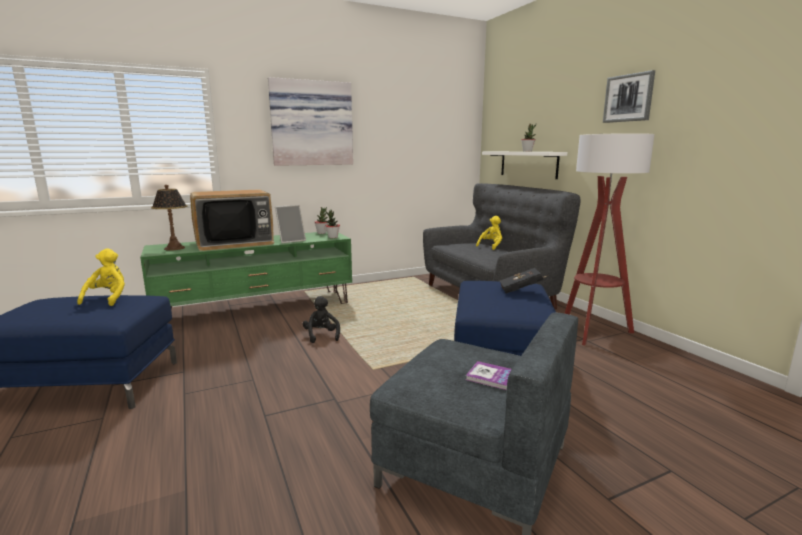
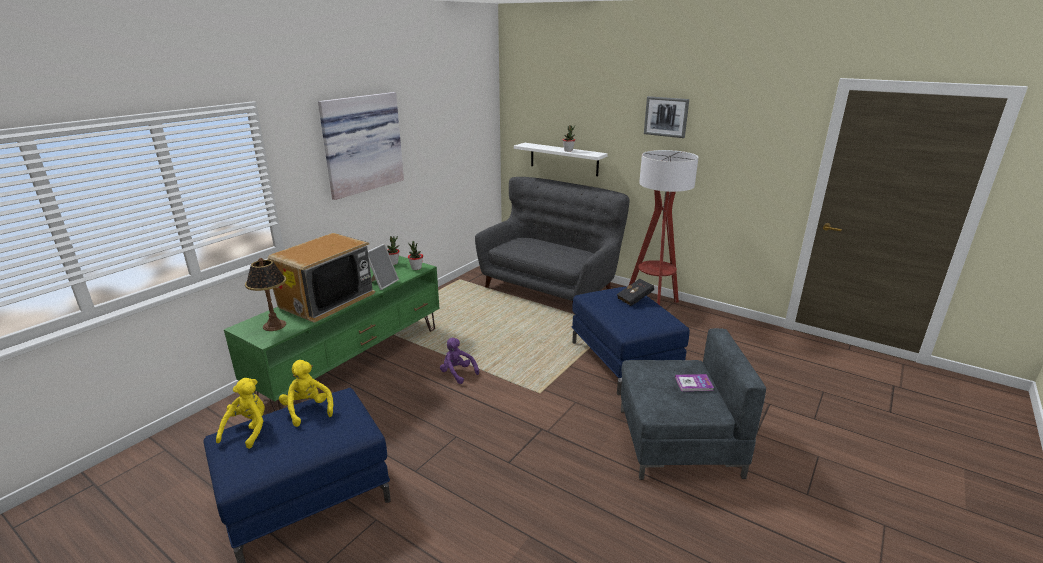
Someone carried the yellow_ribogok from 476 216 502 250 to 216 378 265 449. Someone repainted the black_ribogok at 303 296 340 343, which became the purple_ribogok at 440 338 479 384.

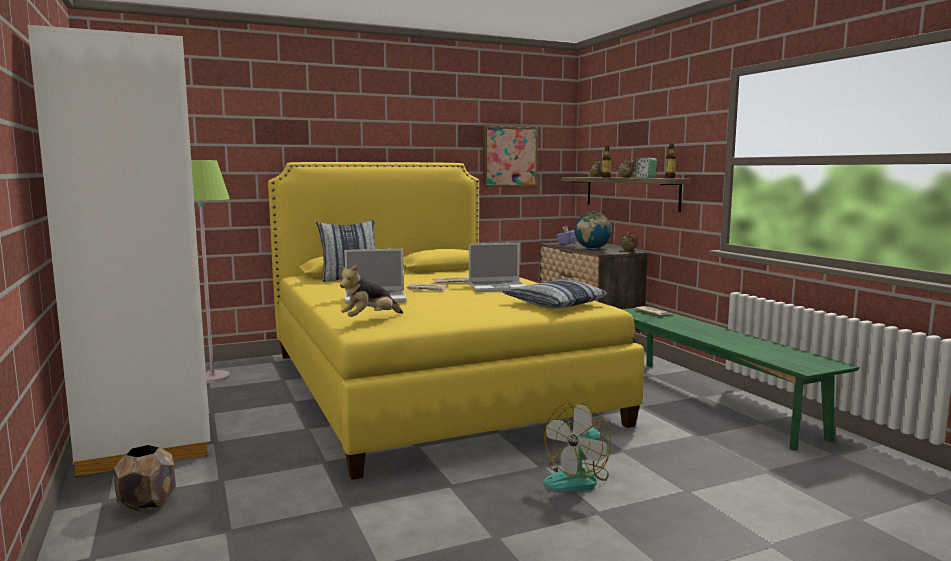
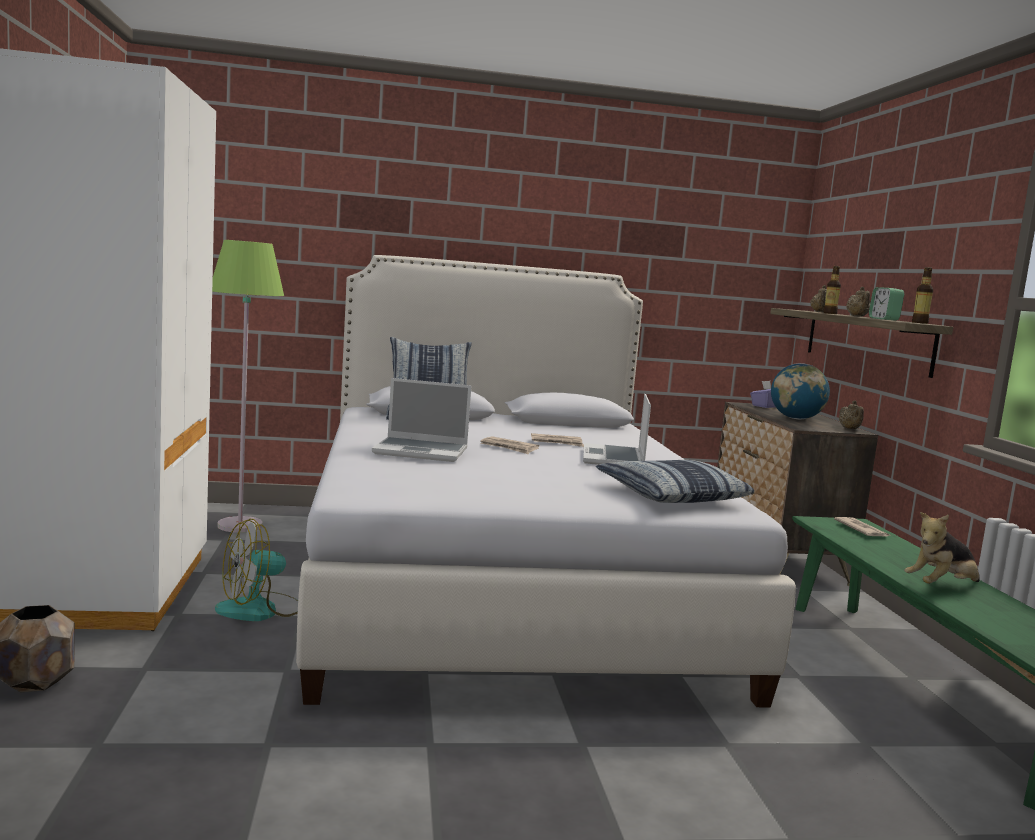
Someone carried the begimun from 543 402 611 492 to 215 519 298 621. Someone repainted the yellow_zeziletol at 268 162 644 480, which became the white_zeziletol at 296 255 796 707. Someone rotated the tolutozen at 469 243 526 292 by 90 degrees clockwise. Someone carried the ribogok from 339 265 403 317 to 904 512 980 584. Someone took away the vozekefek at 483 126 538 187.

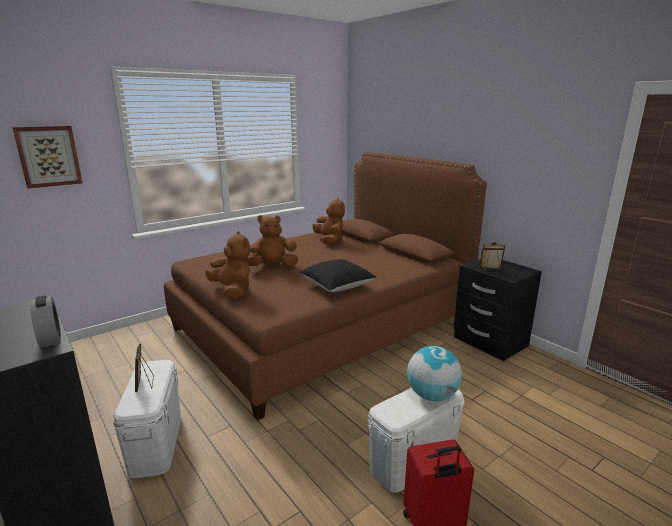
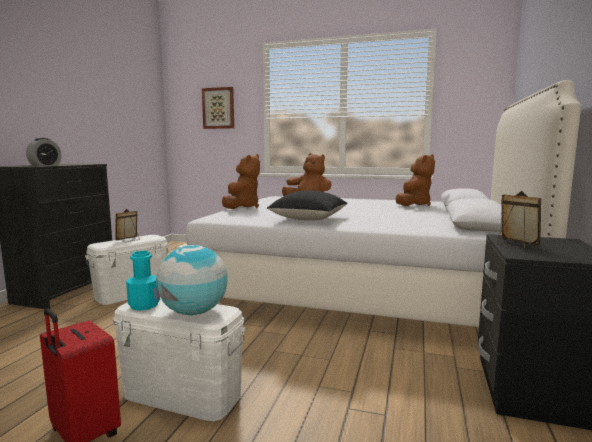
Someone put down the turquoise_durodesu at 126 251 160 310. Someone repainted the brown_zeziletol at 164 152 487 420, which became the white_zeziletol at 175 80 581 327.

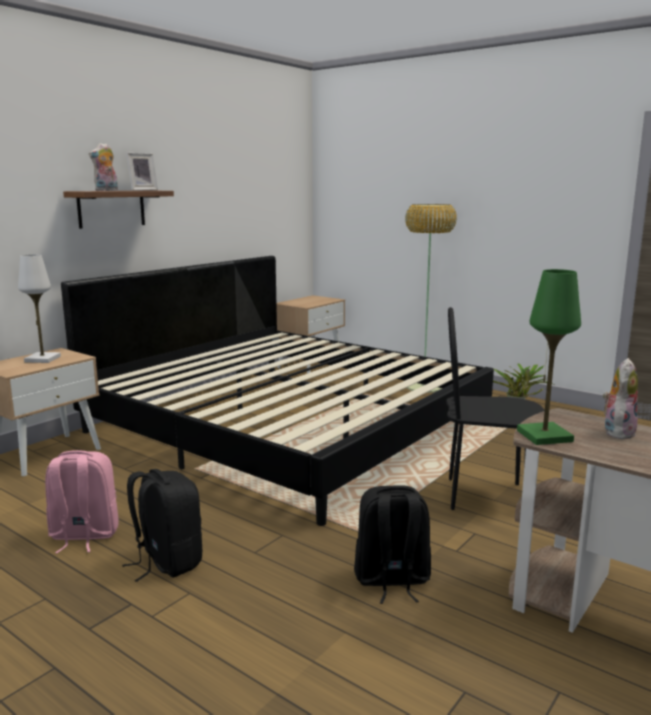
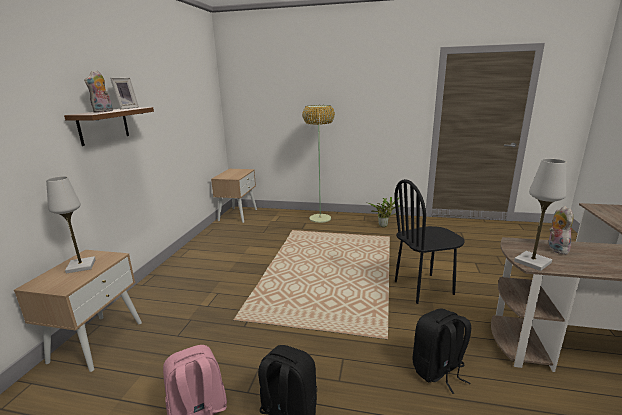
Someone repainted the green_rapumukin at 517 269 581 445, which became the white_rapumukin at 514 159 567 271. Someone took away the zeziletol at 61 256 494 526.

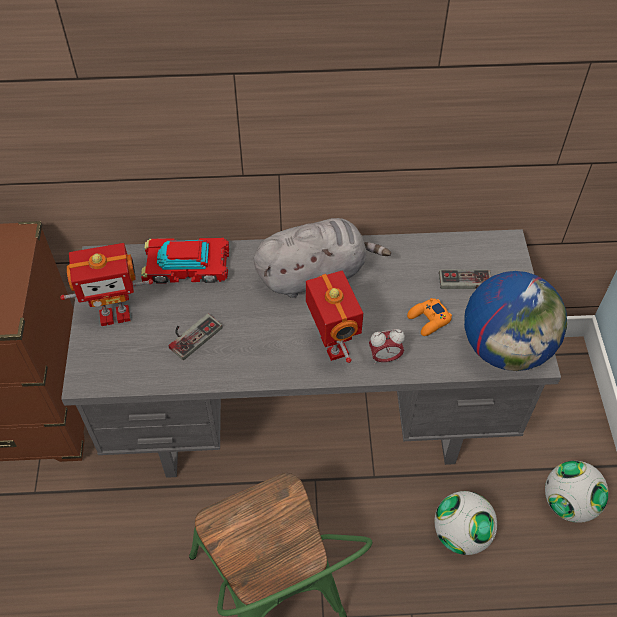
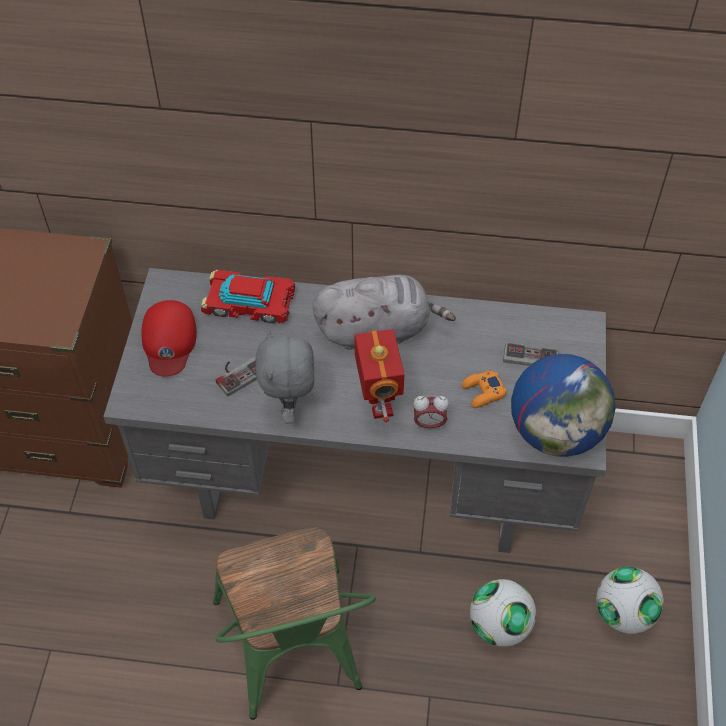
Someone swapped the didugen at 60 243 153 326 for the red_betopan at 141 300 197 377. Someone put down the grey_ribogok at 255 330 315 424.

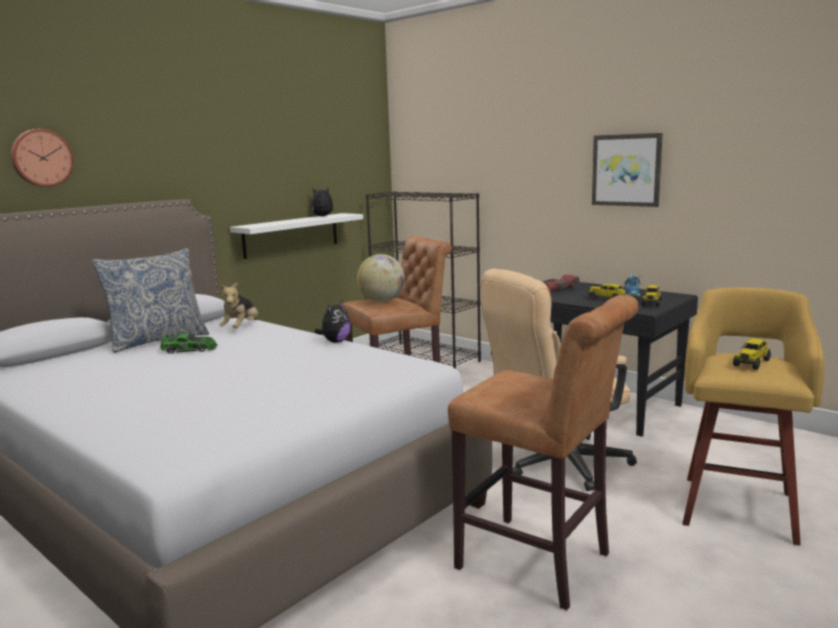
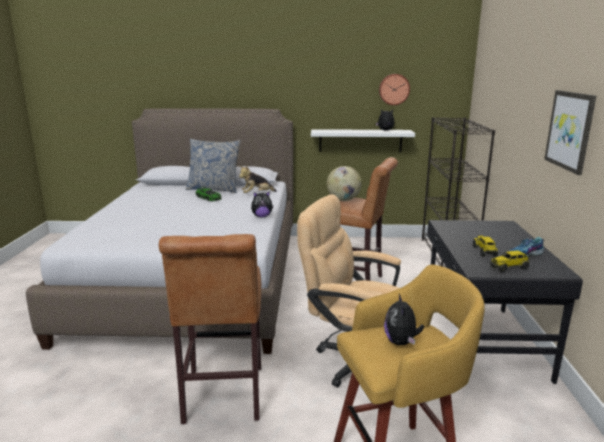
Someone carried the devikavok from 11 129 74 187 to 379 74 410 105. Someone swapped the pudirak at 733 338 771 370 for the ribogok at 384 294 424 345. Someone took away the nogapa at 545 275 580 291.

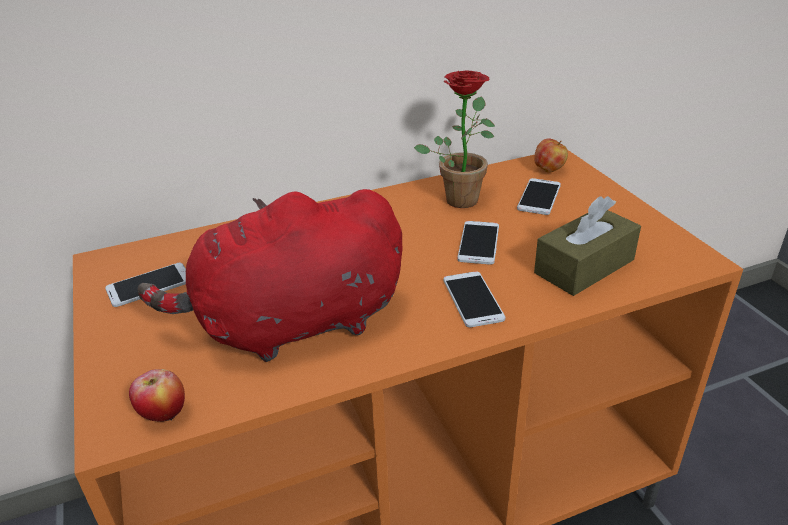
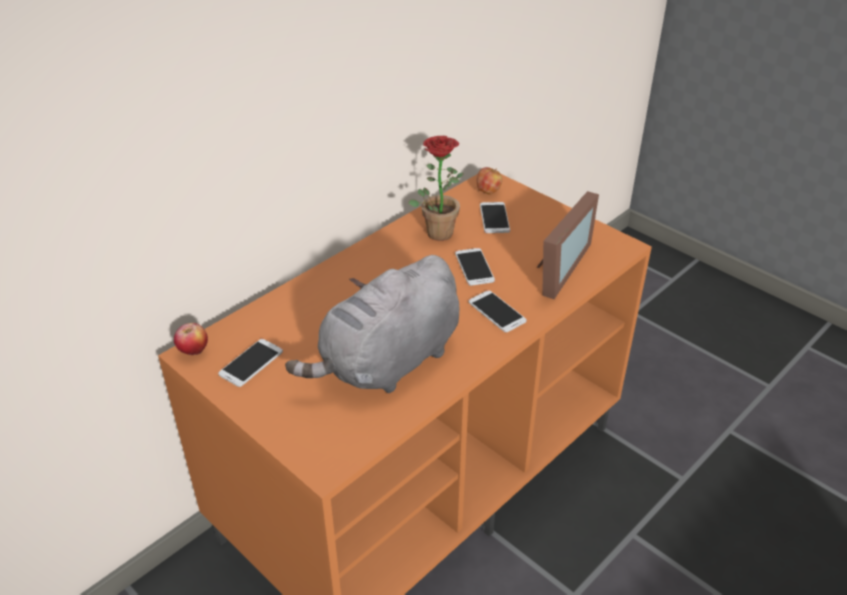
Someone carried the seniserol from 129 369 185 422 to 174 323 208 355. Someone repainted the red_ribogok at 137 189 402 362, which became the grey_ribogok at 285 255 459 393. Someone swapped the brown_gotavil at 534 196 641 296 for the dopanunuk at 537 191 599 299.

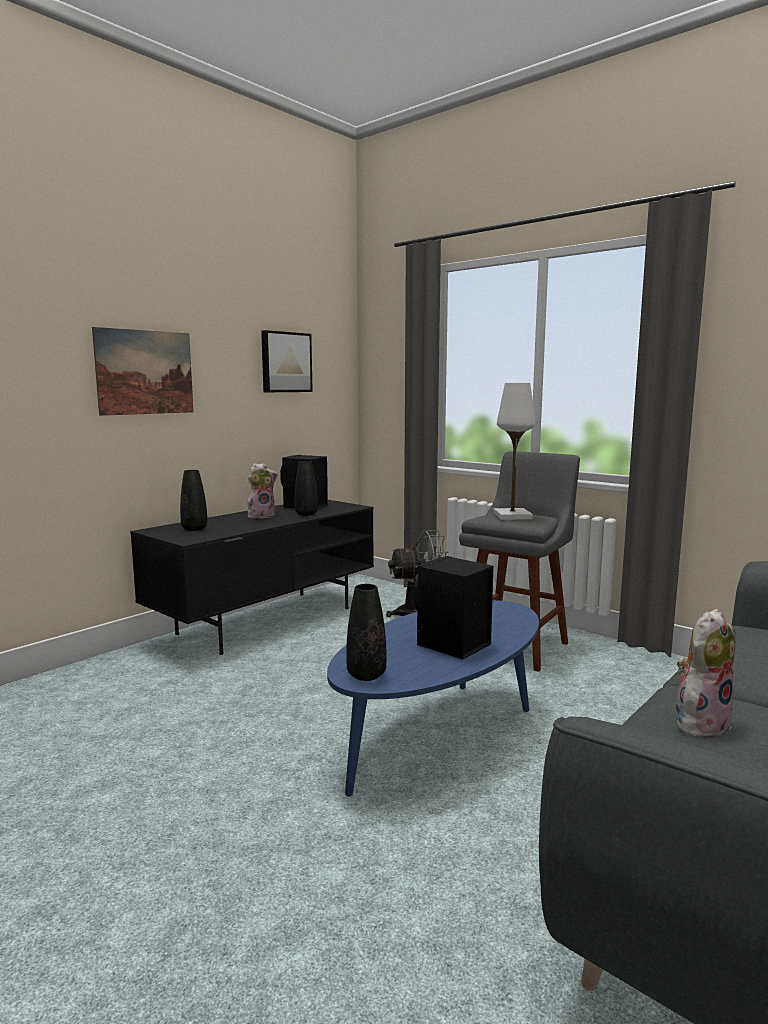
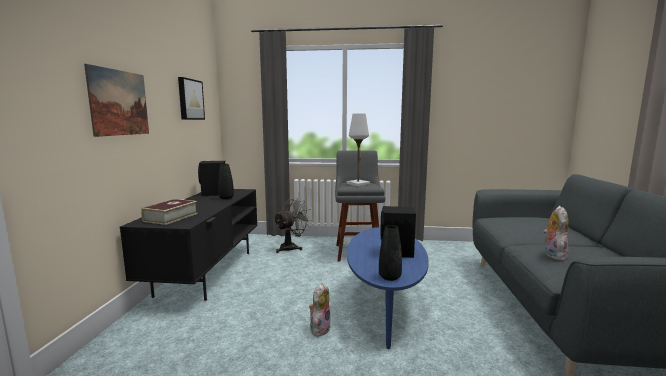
Someone swapped the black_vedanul at 180 470 207 531 for the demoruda at 141 199 198 225. Someone carried the ribogok from 248 463 278 519 to 309 283 331 337.

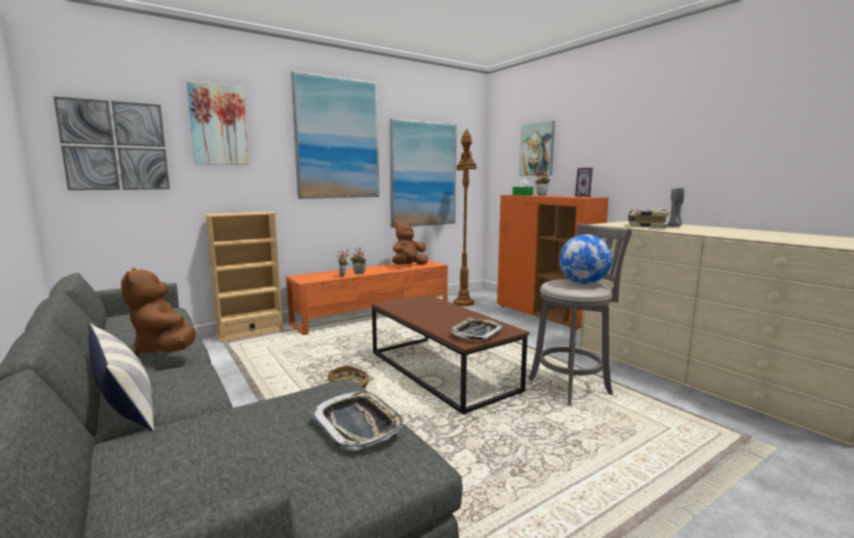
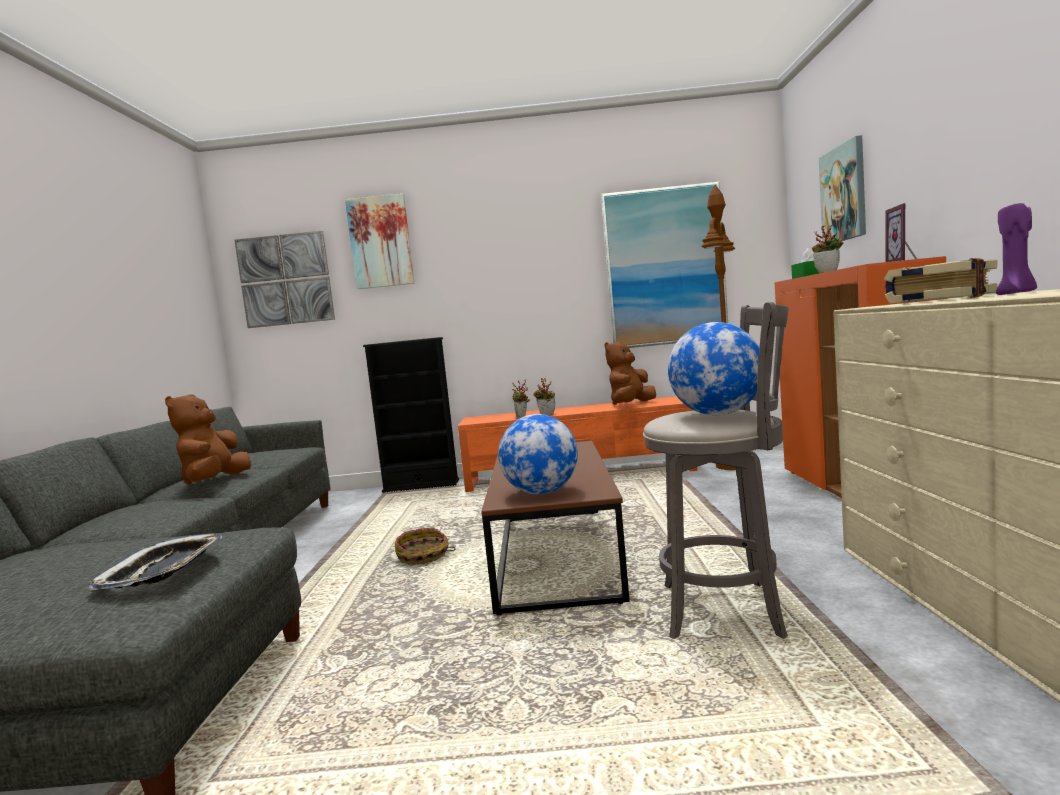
Someone repainted the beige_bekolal at 205 212 284 342, which became the black_bekolal at 363 337 459 493. Someone swapped the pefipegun at 451 318 503 340 for the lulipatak at 498 414 578 494. Someone rotated the brown_ribogok at 392 222 428 265 by 45 degrees counterclockwise. Someone repainted the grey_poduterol at 668 188 684 227, which became the purple_poduterol at 996 203 1037 295. Someone took away the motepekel at 89 323 154 431. Someone took away the vozekefek at 291 71 380 199.

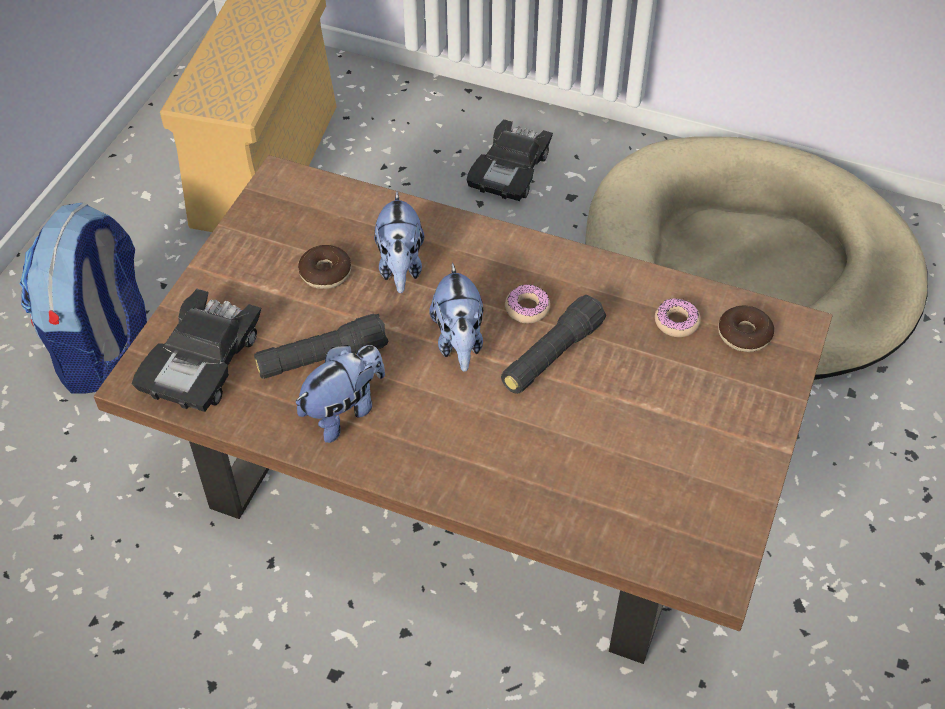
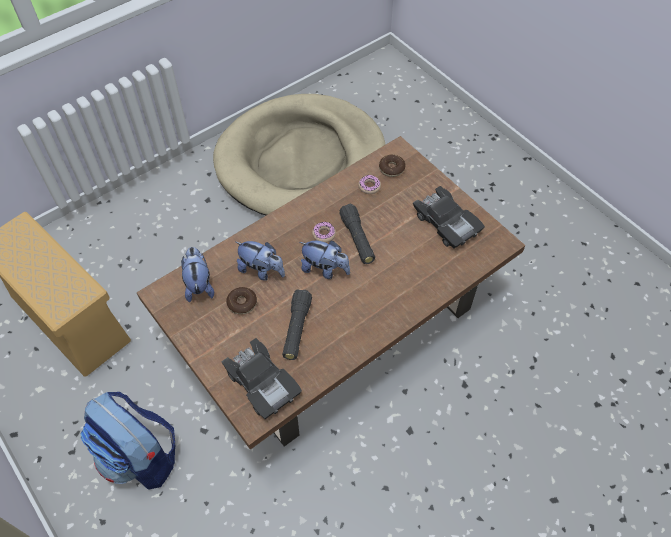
Someone carried the ribogok from 295 345 385 443 to 181 247 214 302. Someone carried the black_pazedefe from 466 119 553 201 to 413 186 485 249.

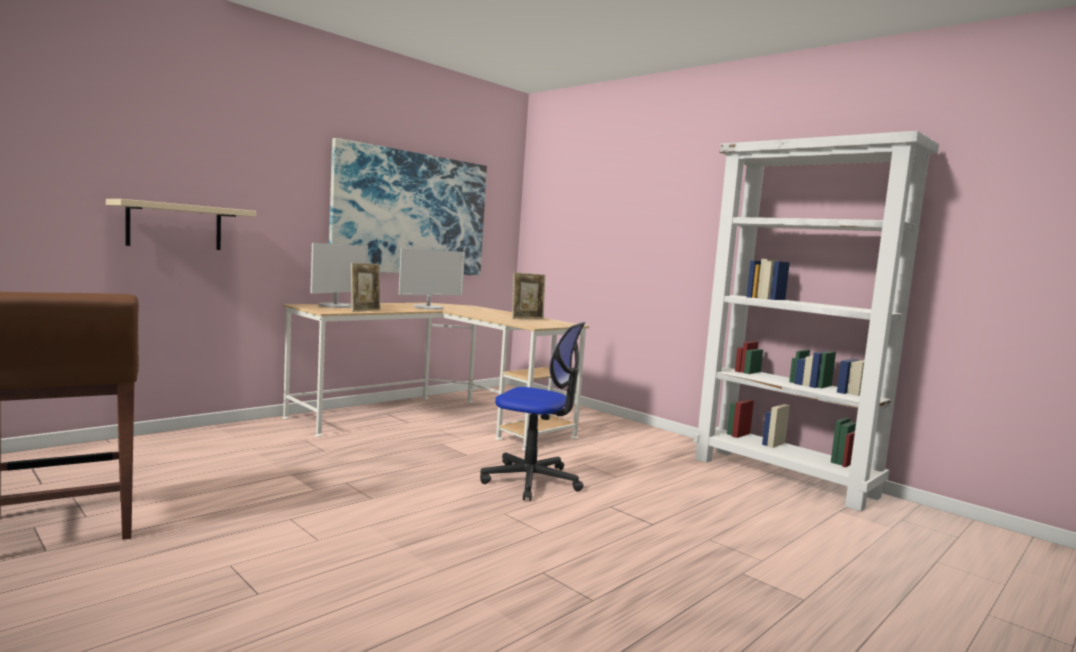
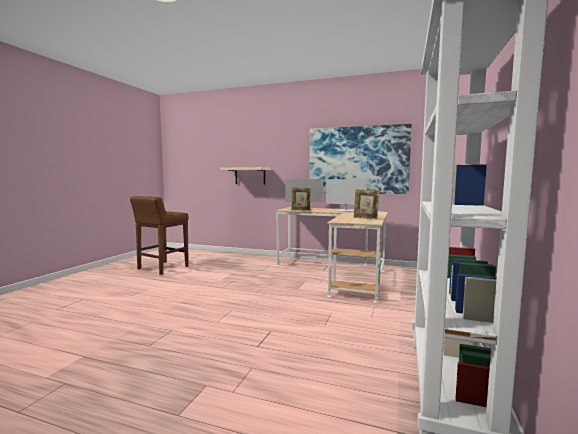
Someone took away the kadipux at 480 322 585 501.

